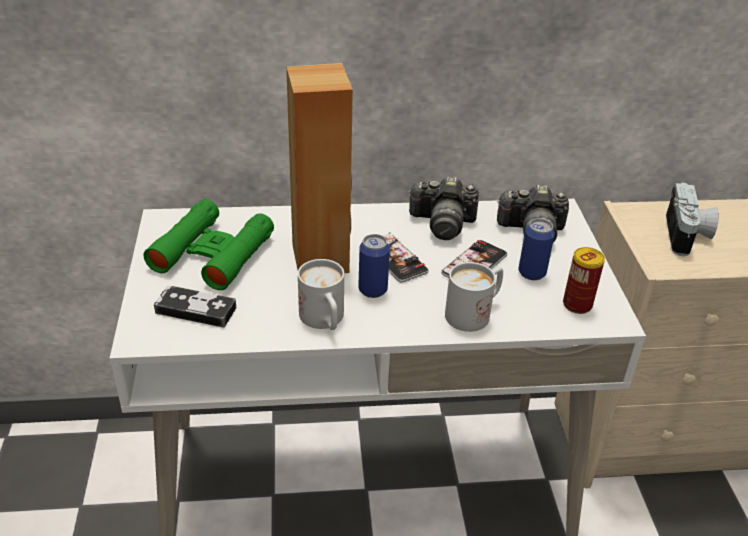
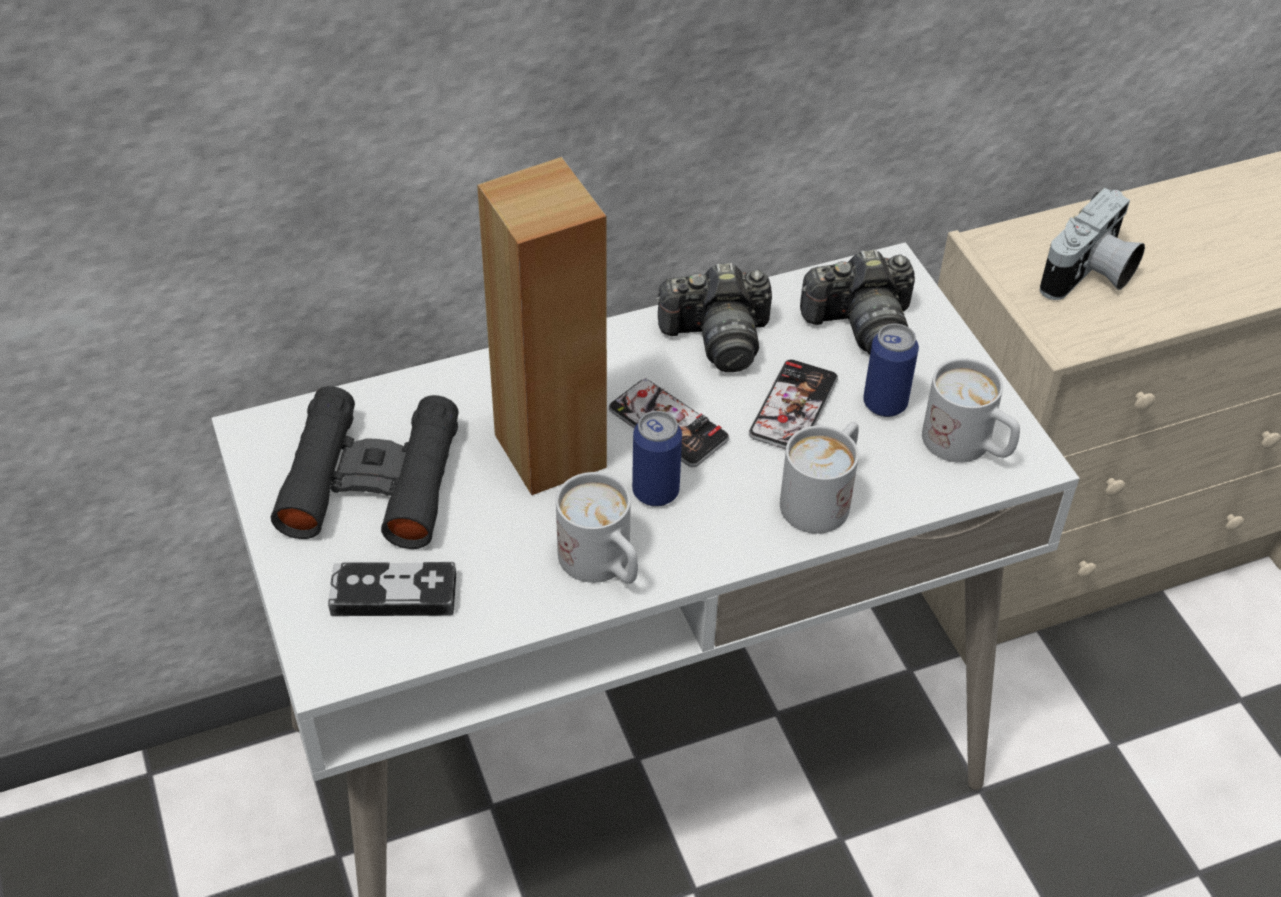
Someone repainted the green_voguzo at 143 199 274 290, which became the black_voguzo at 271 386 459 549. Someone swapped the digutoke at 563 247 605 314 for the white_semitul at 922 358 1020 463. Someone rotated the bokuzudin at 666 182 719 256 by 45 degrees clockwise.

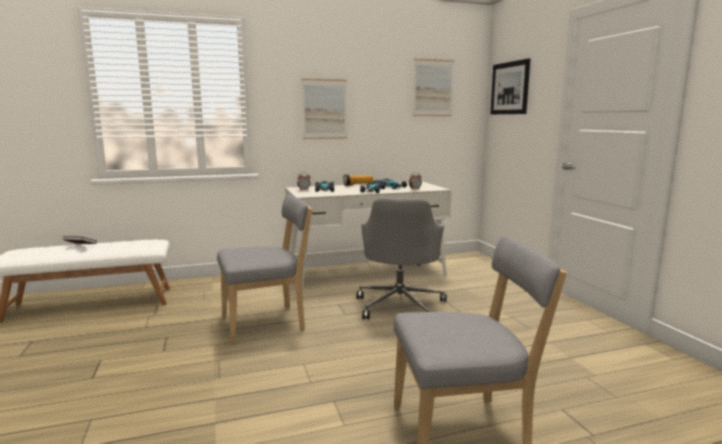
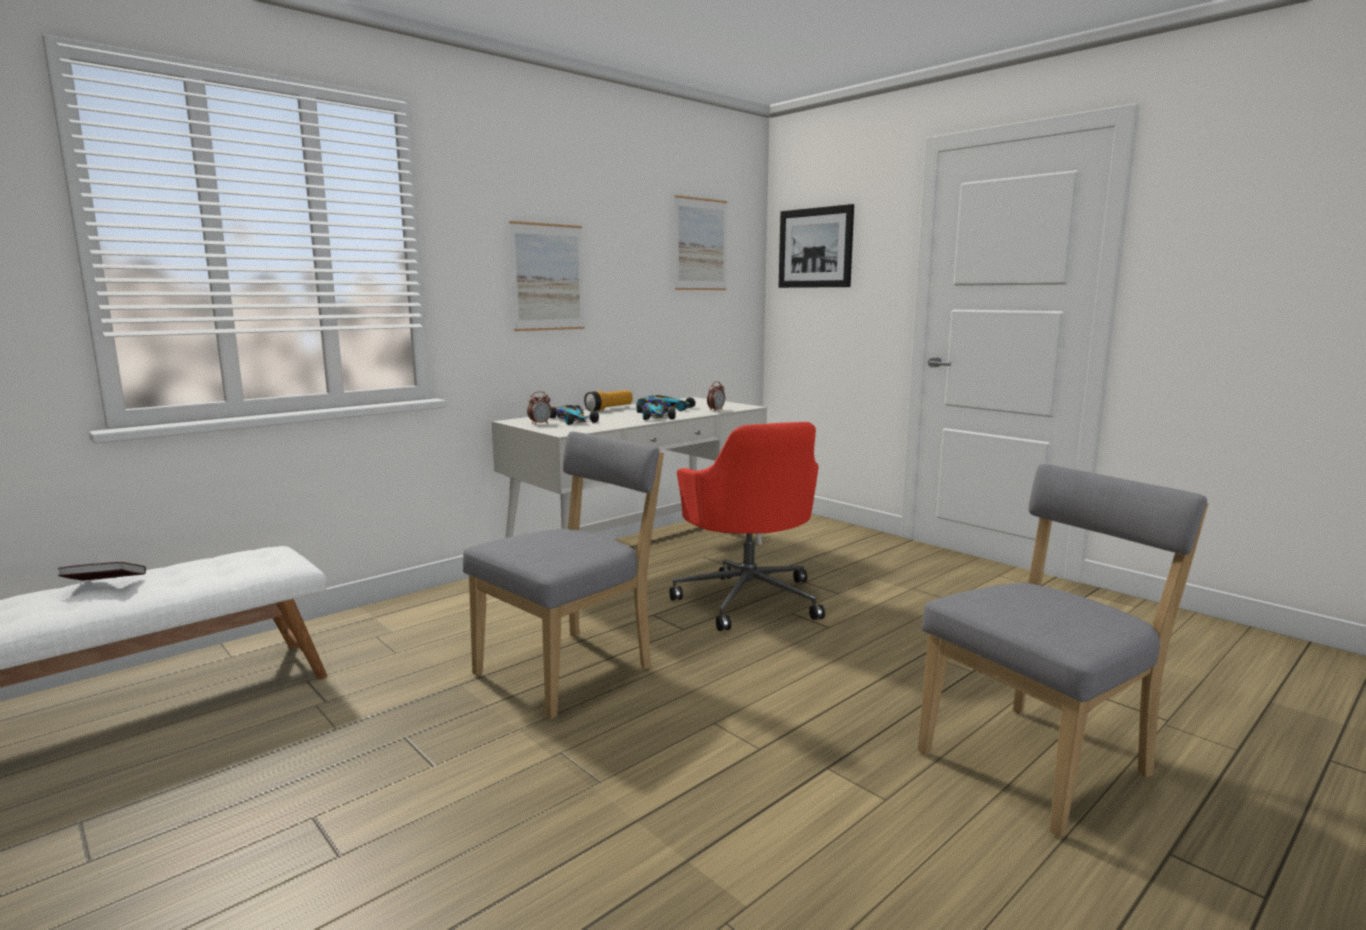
Someone repainted the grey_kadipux at 357 198 447 319, which became the red_kadipux at 669 422 825 631.

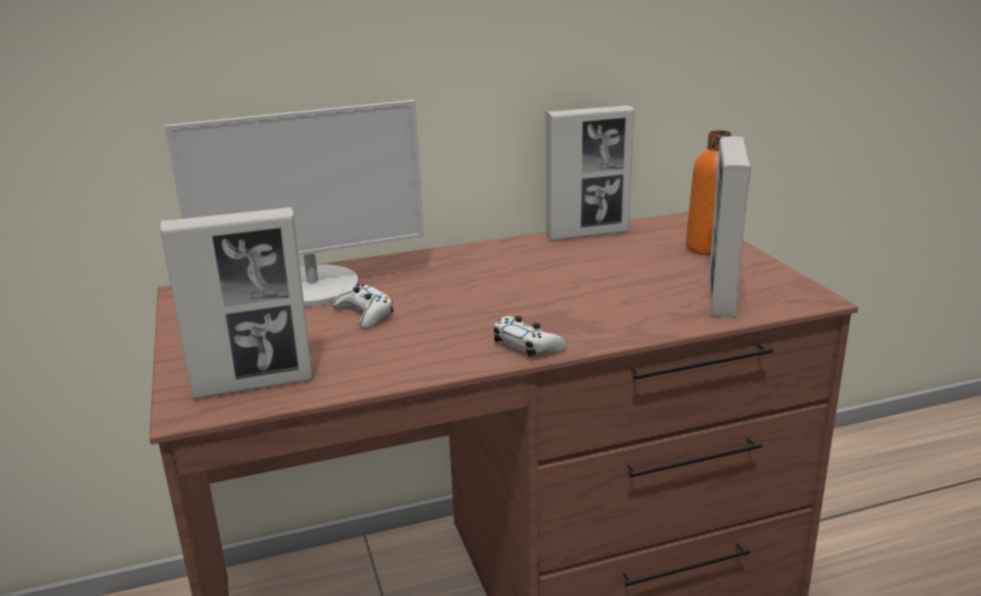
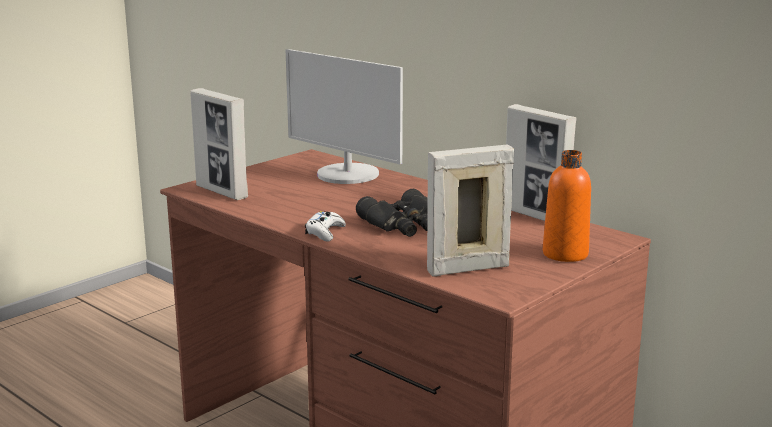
Someone put down the black_voguzo at 356 189 428 237. Someone took away the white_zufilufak at 333 284 393 329.

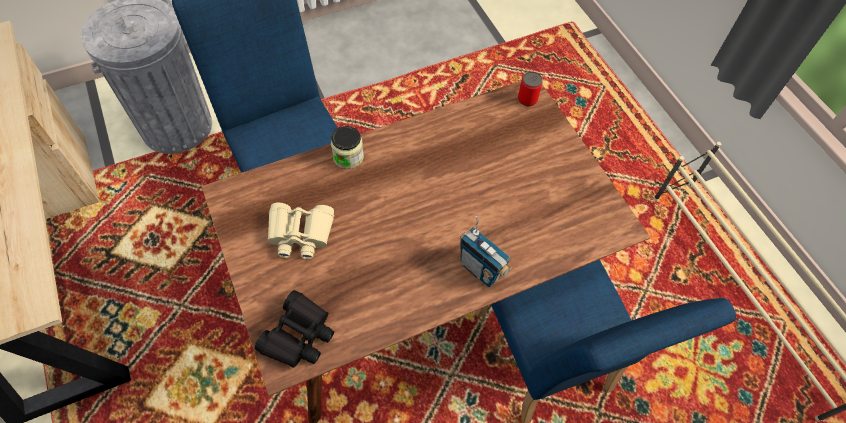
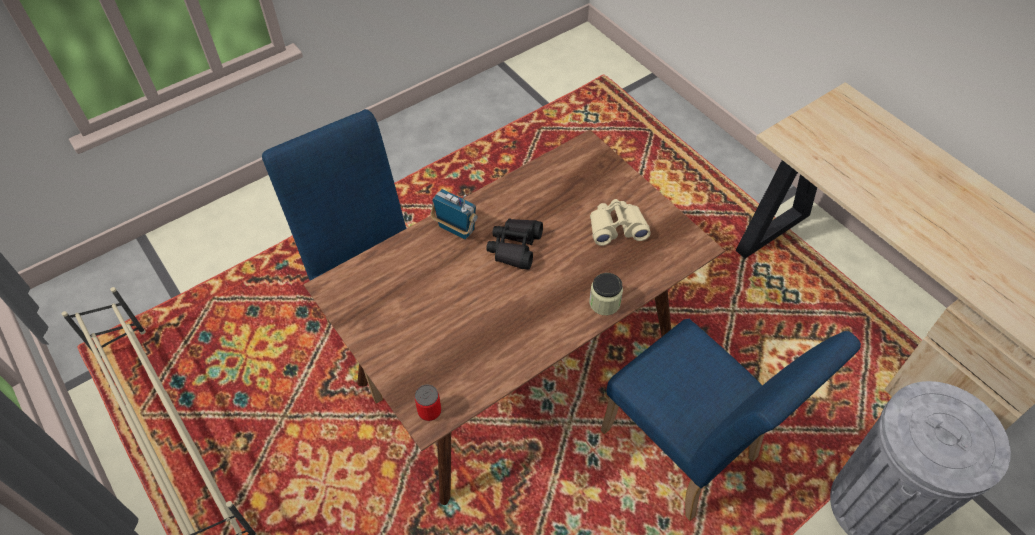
Someone carried the black_voguzo from 255 290 334 368 to 487 219 543 270.

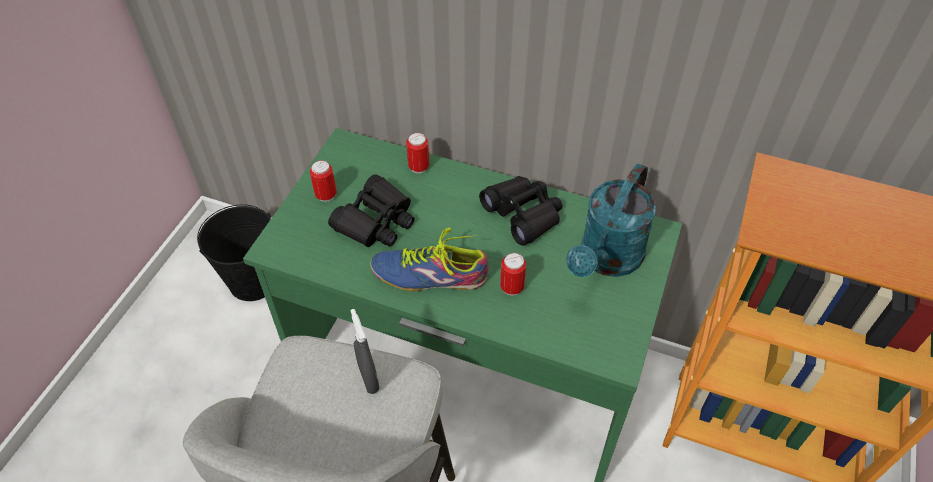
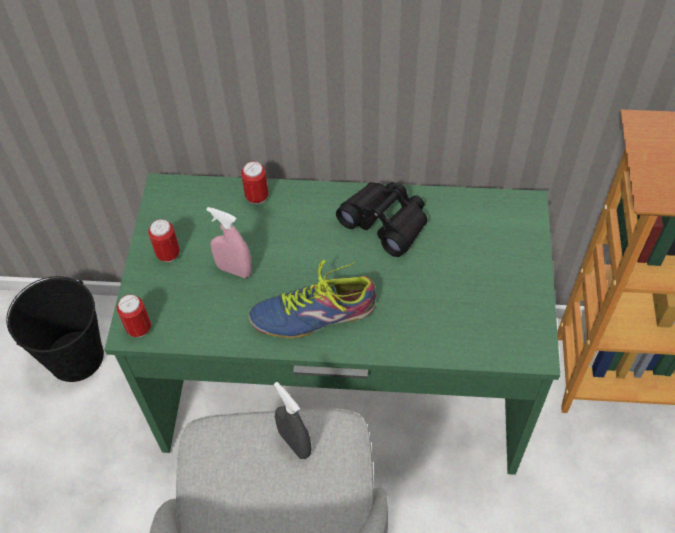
Someone carried the digutoke from 500 253 526 295 to 117 294 151 337. Someone swapped the black_voguzo at 328 174 414 247 for the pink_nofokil at 206 207 252 278. Someone took away the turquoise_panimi at 566 163 656 277.

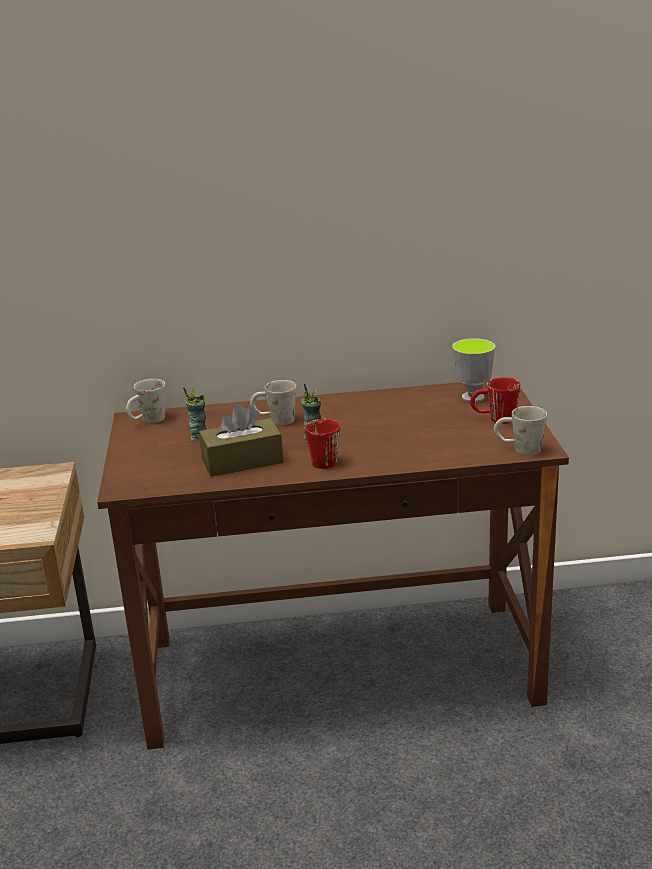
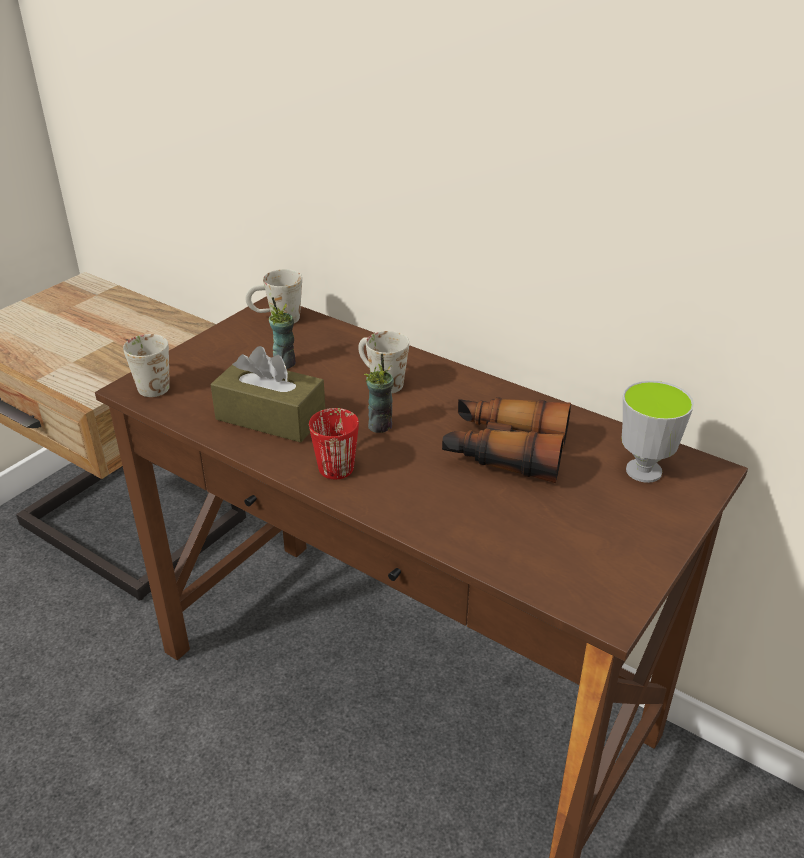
Someone carried the white_semitul from 494 406 547 456 to 123 334 170 397. Someone put down the voguzo at 442 397 571 483. Someone took away the red_semitul at 470 377 520 424.

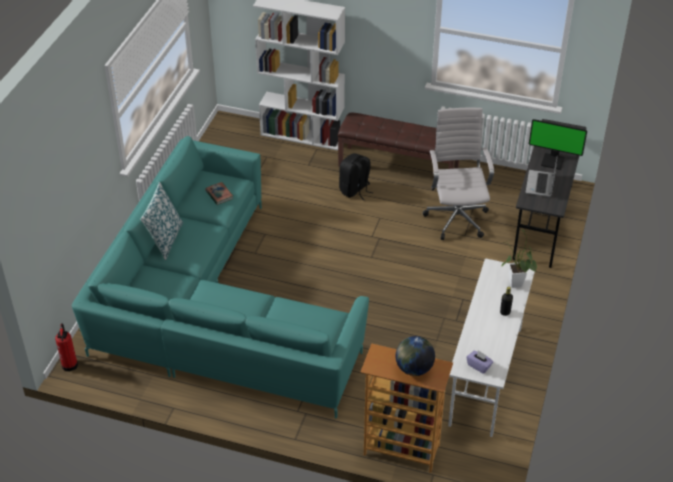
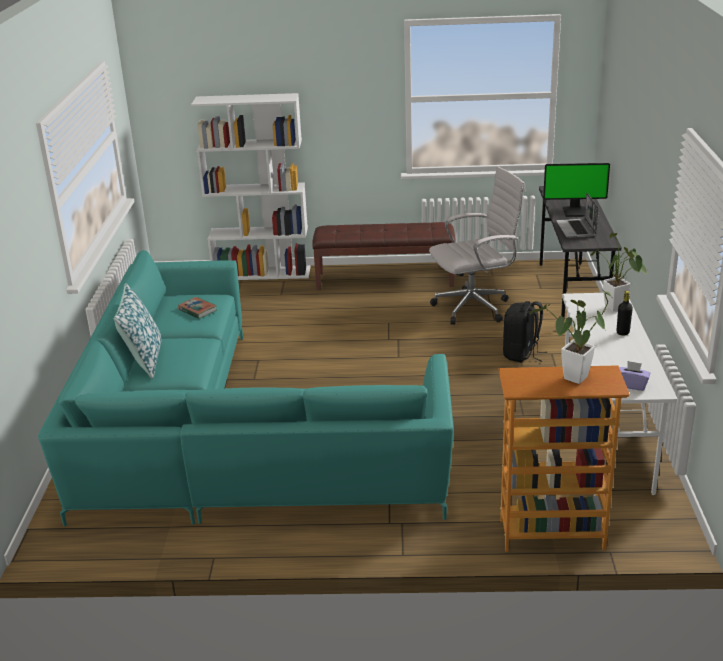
Someone rotated the white_kadipux at 423 108 494 240 by 90 degrees clockwise. Someone carried the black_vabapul from 339 153 373 201 to 503 301 547 363. Someone swapped the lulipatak at 395 336 435 376 for the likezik at 530 289 613 384. Someone took away the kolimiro at 55 323 78 371.

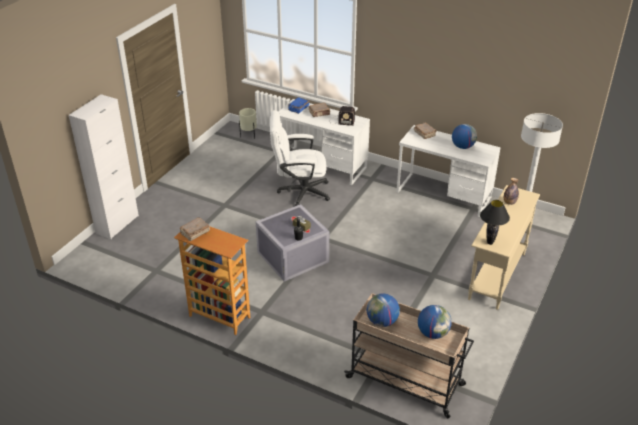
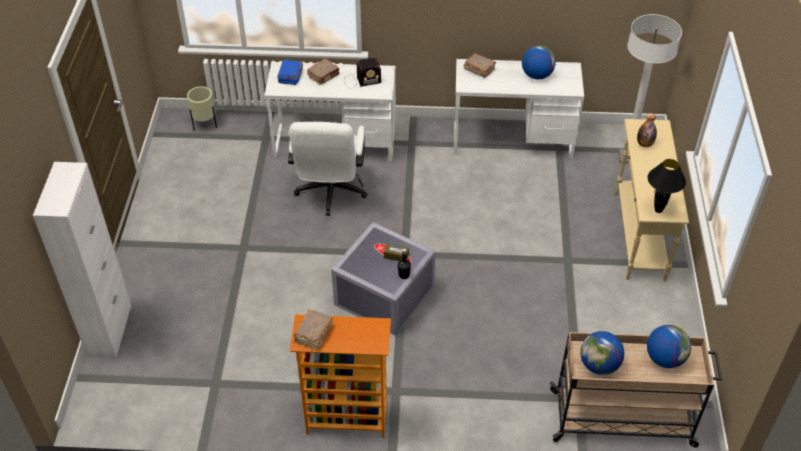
Someone rotated the white_kadipux at 270 110 330 206 by 60 degrees counterclockwise.

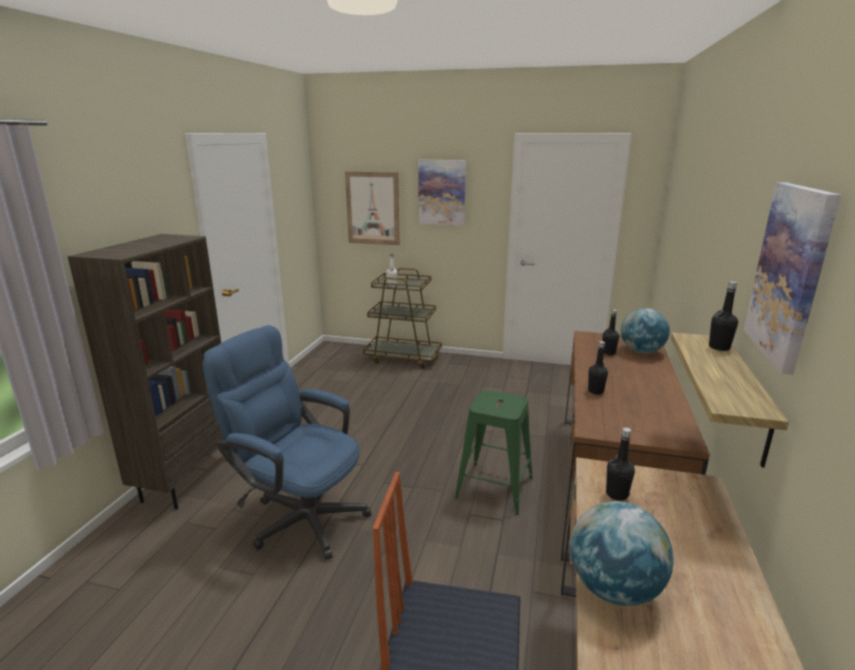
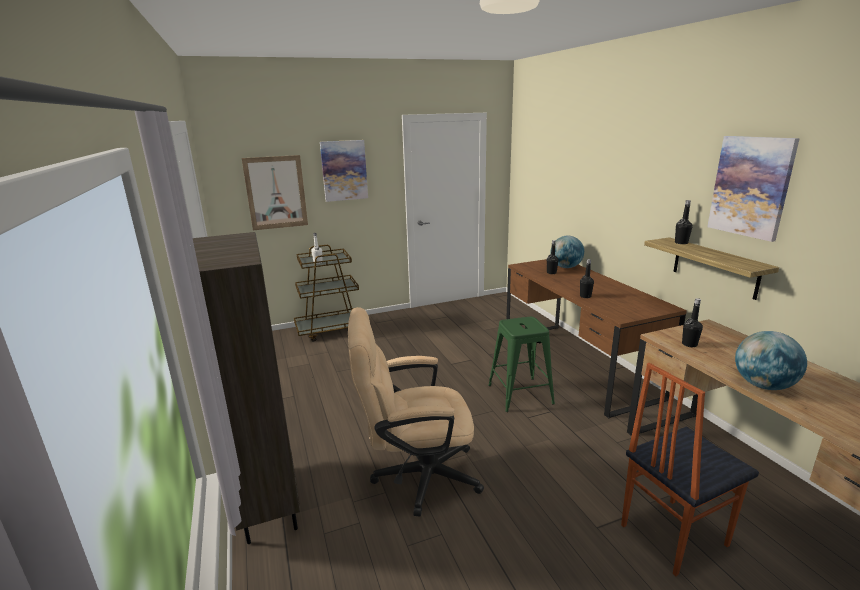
Someone repainted the blue_kadipux at 203 325 371 560, which became the beige_kadipux at 348 307 484 517.

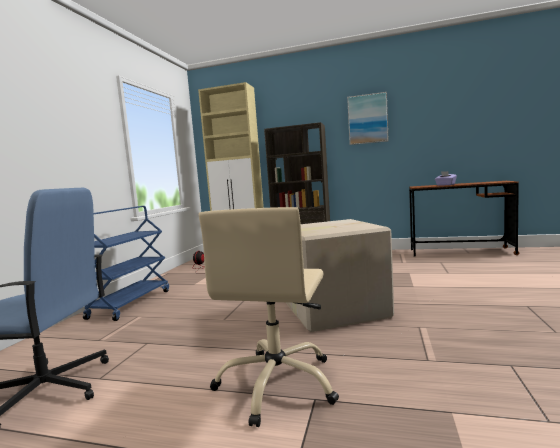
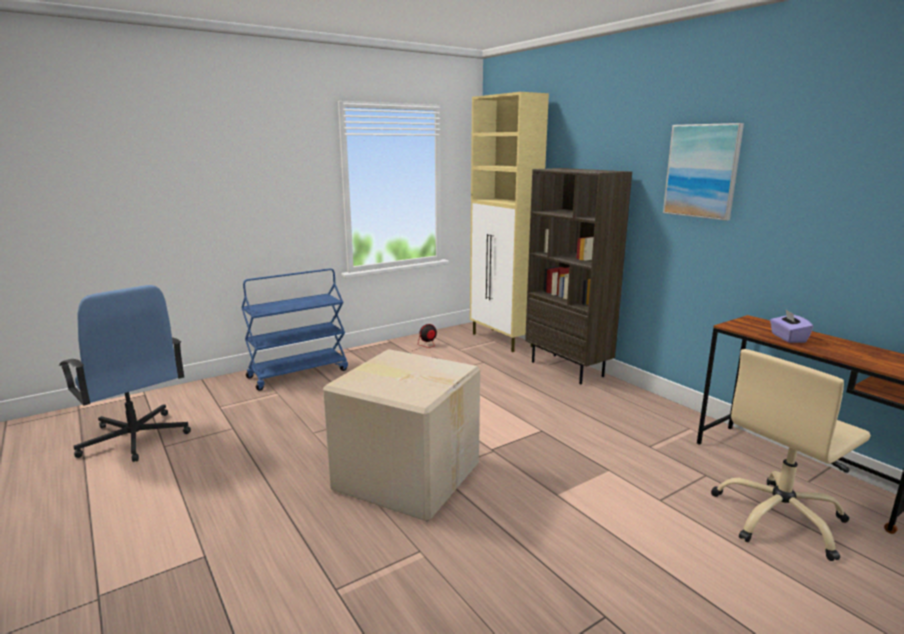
Someone carried the beige_kadipux from 199 207 339 427 to 711 349 871 561.

